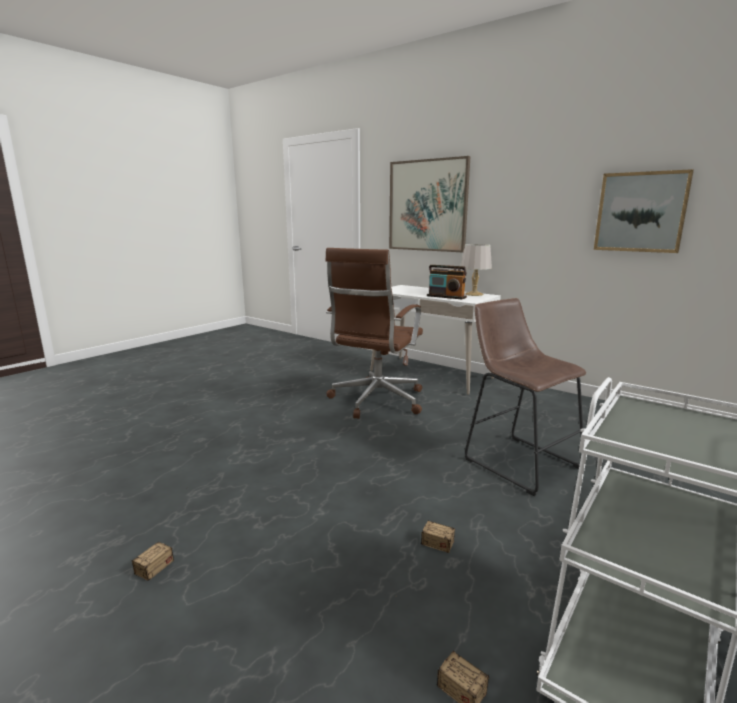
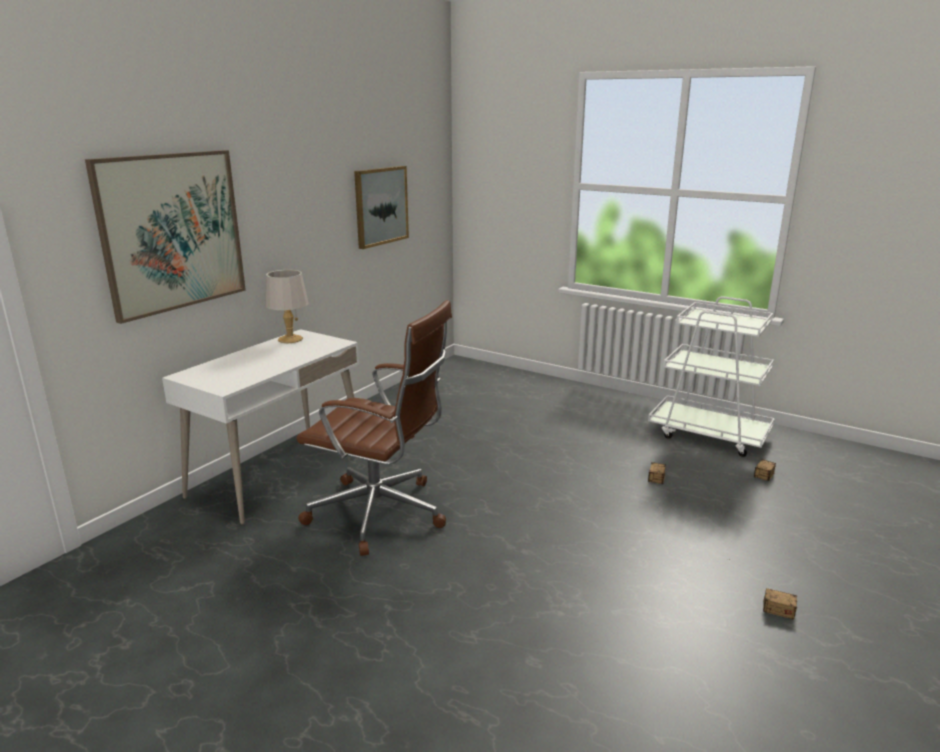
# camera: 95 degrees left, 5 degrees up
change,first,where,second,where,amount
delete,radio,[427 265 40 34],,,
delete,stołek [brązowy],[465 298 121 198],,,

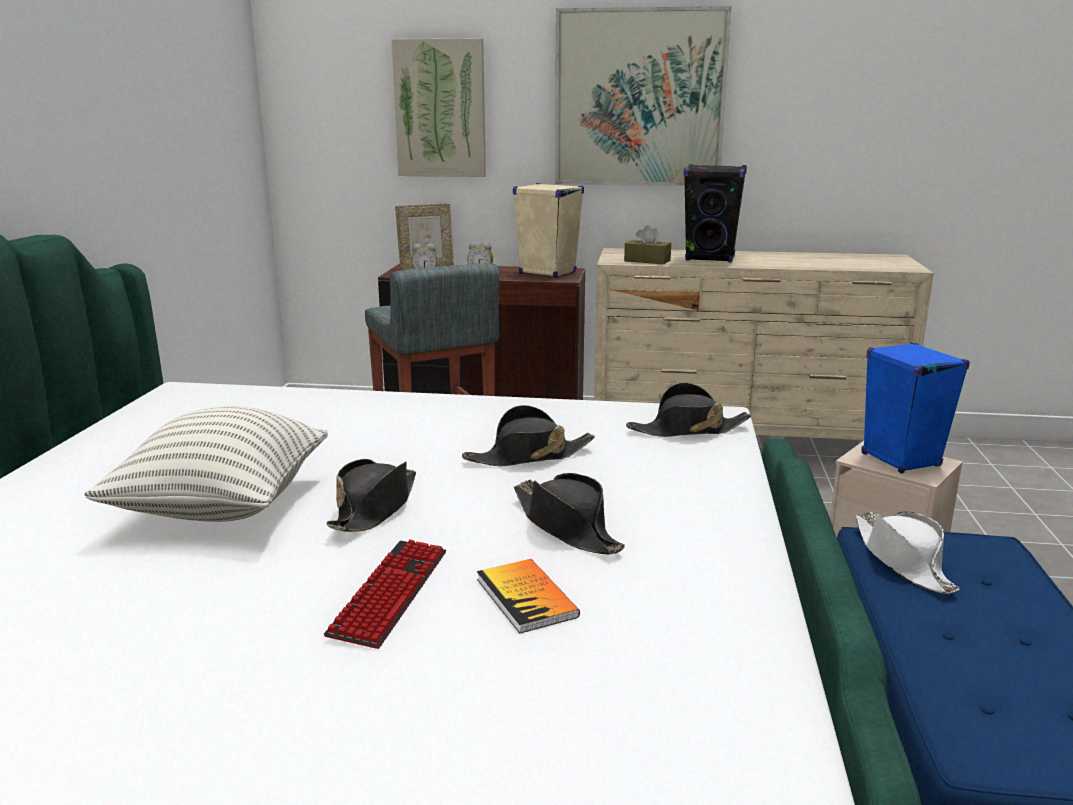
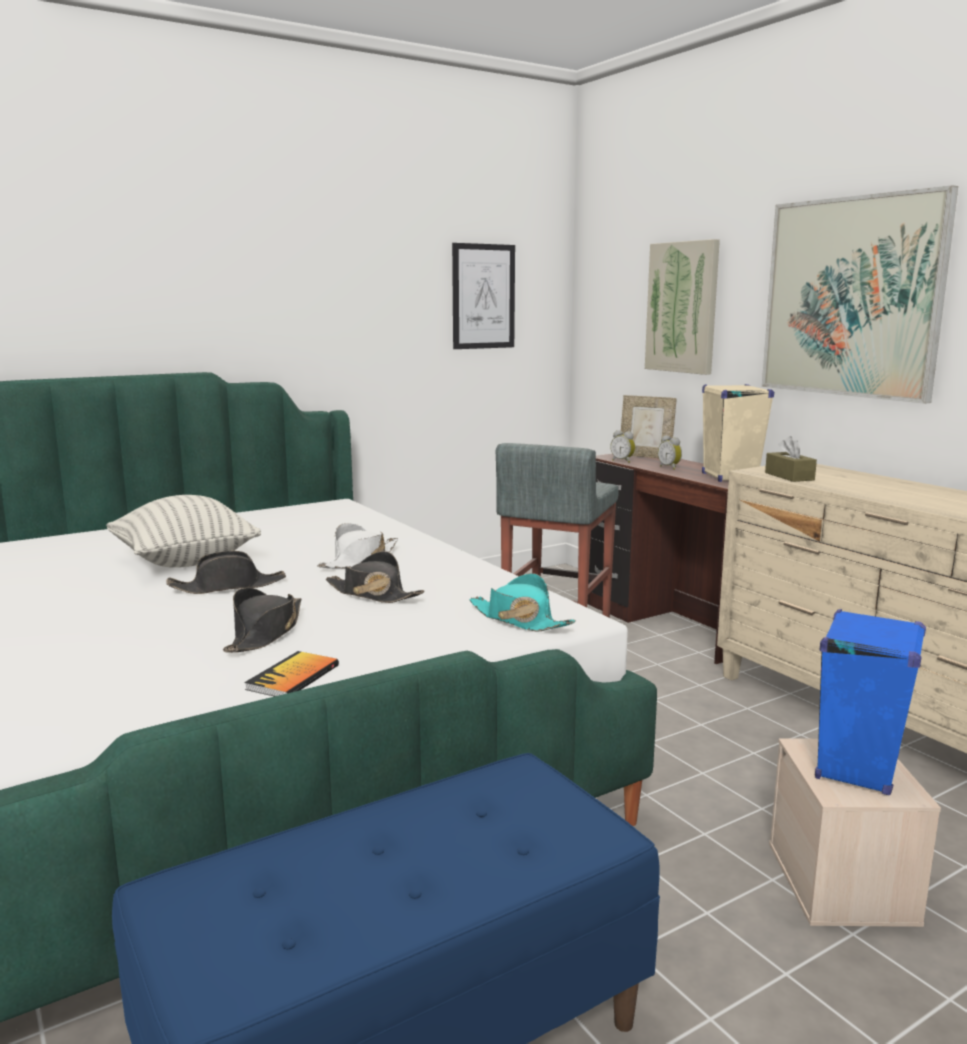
# camera: 50 degrees right, 5 degrees down
change,first,where,second,where,amount
delete,klawiatura,[324 539 122 110],,,
delete,głośnik [czarny],[684 164 63 99],,,
insert,,,obraz,[452 243 63 106],
move,książka,[477 559 103 75],,[244 651 95 46],
move,kapelusz [biały],[855 511 105 83],,[317 523 81 46],
recolor,kapelusz [czarny],[626 382 125 55],kapelusz [turkusowy],[470 573 106 59],

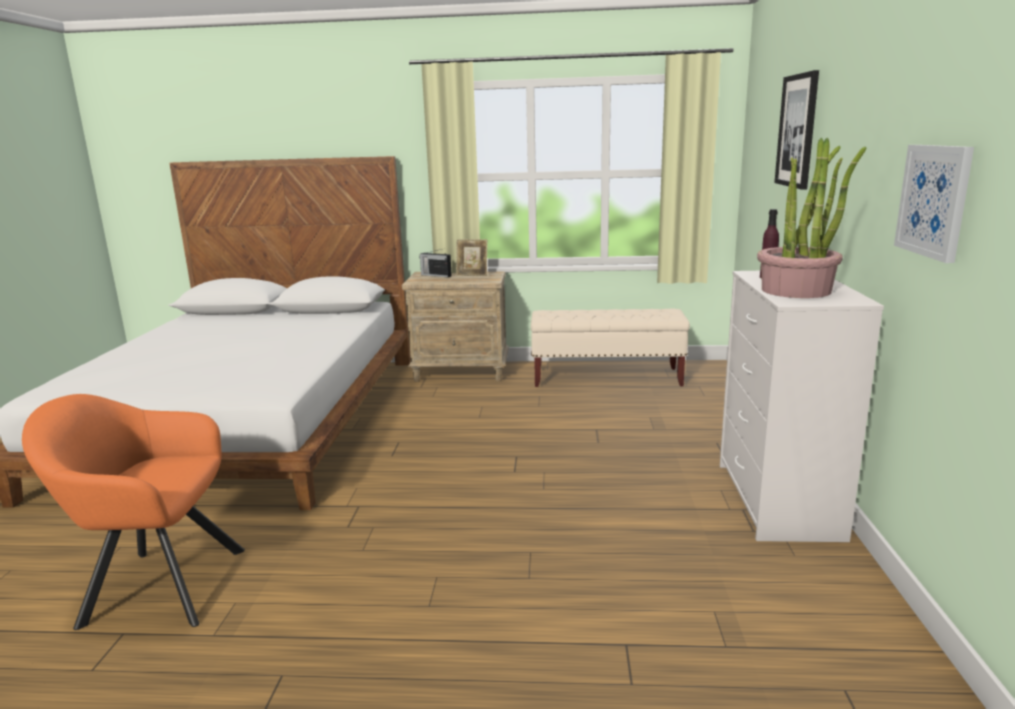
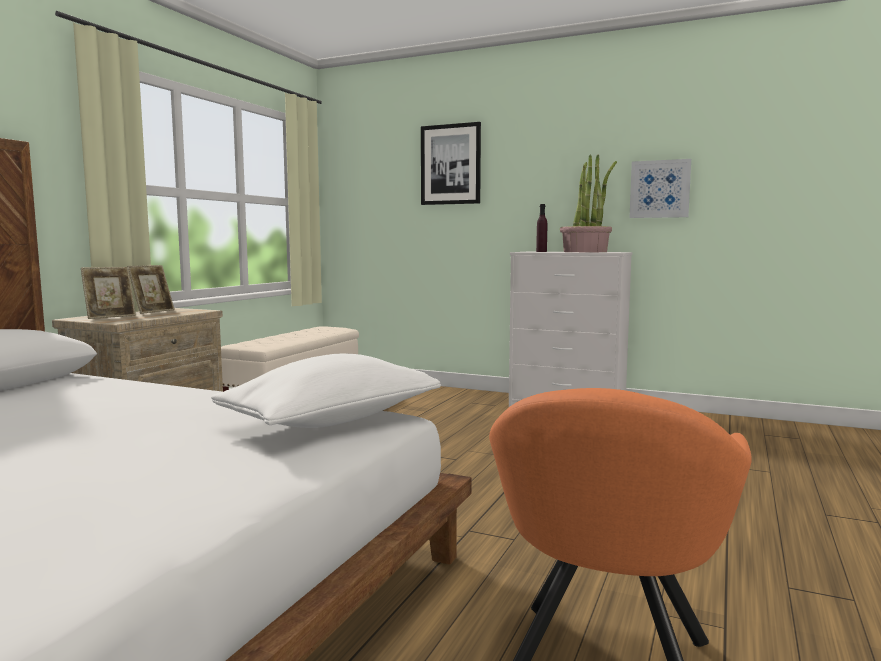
# camera: 70 degrees left, 10 degrees down
change,first,where,second,where,amount
insert,,,poduszka [biały],[211 354 230 74],
replace,radio,[420 249 32 28],ramka na zdjęcie,[81 267 55 52],

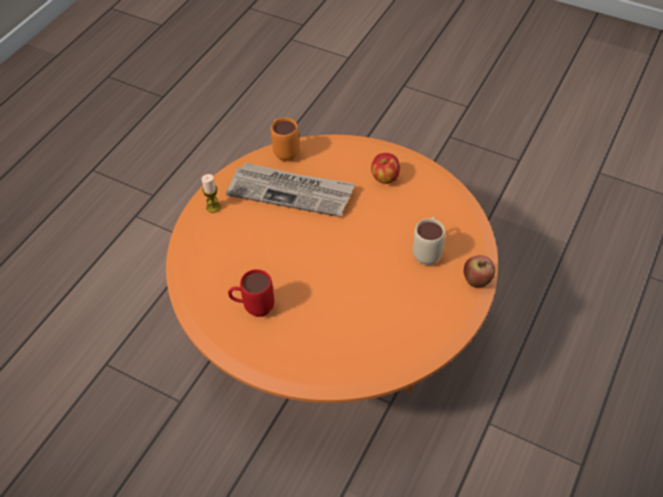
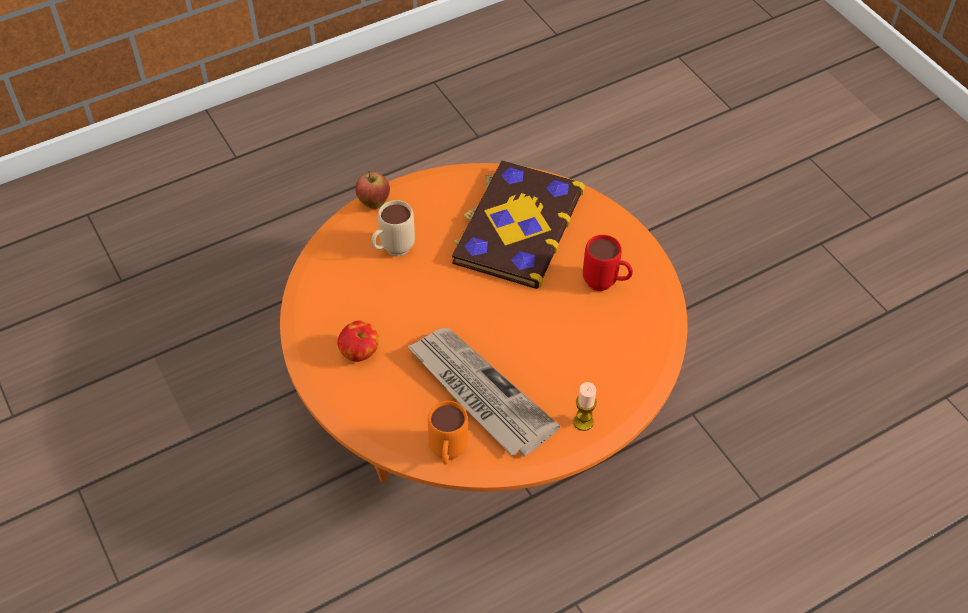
# camera: 150 degrees left, 0 degrees up
change,first,where,second,where,amount
insert,,,książka,[452 160 133 129],

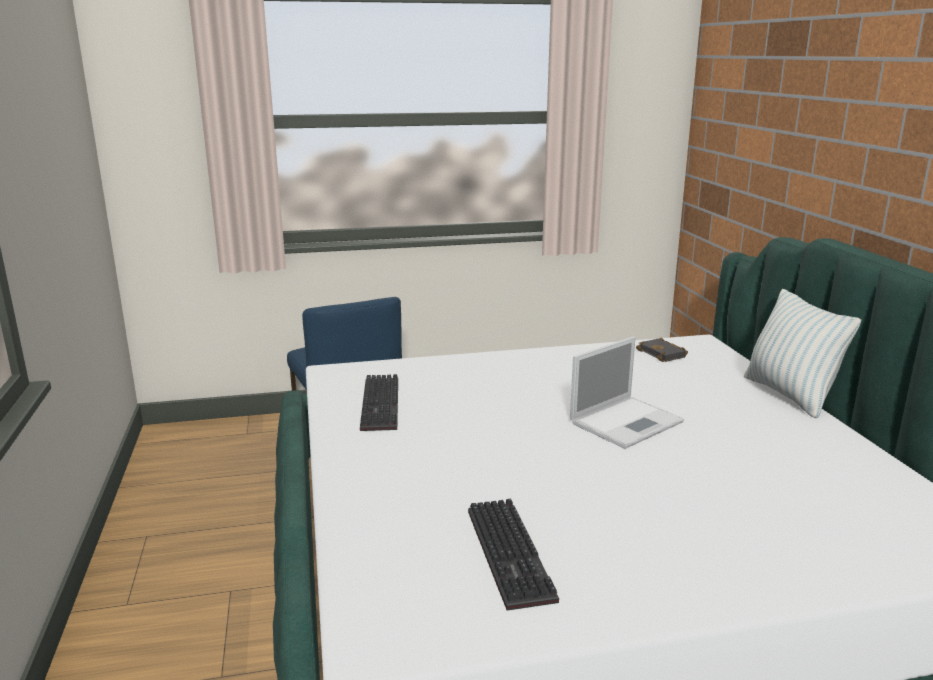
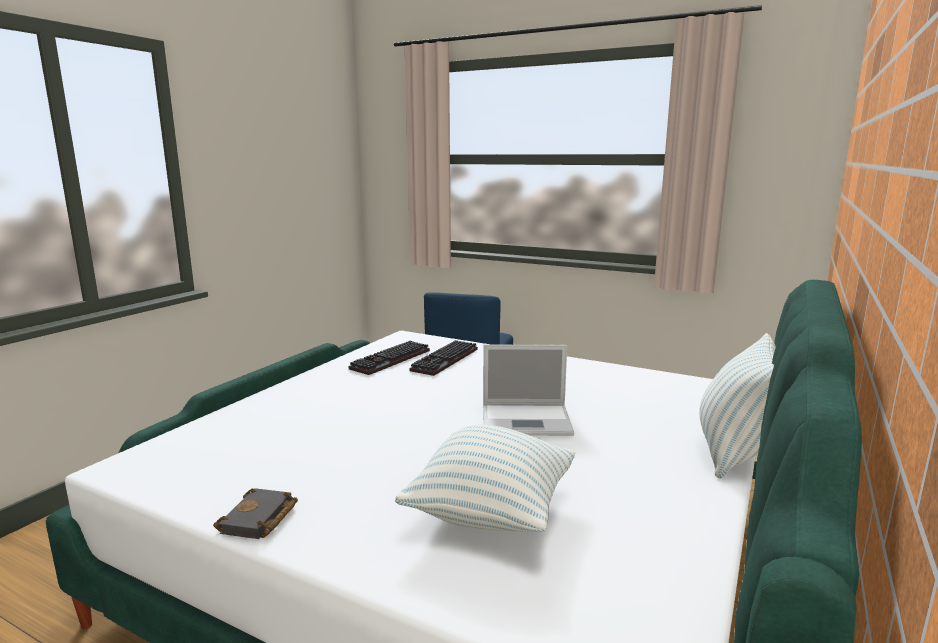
# camera: 40 degrees right, 5 degrees down
change,first,where,second,where,amount
insert,,,poduszka,[395 424 181 108],
move,klawiatura,[468 498 91 113],,[410 340 68 36],
move,książka [czarny],[636 338 52 24],,[213 488 85 51],

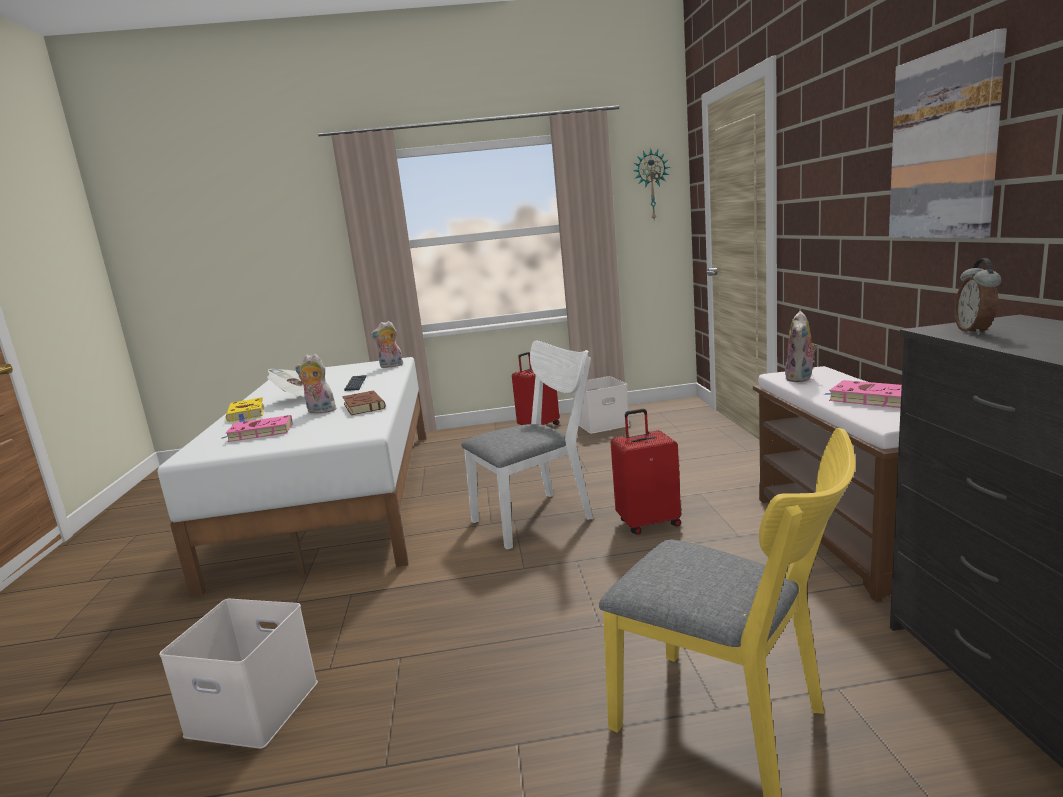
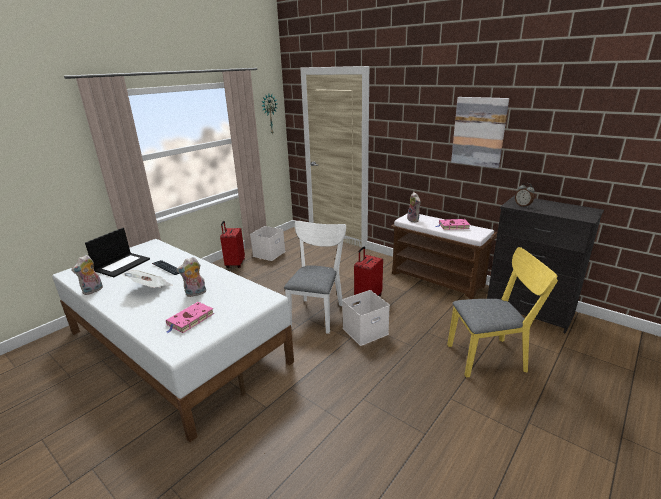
# camera: 45 degrees left, 10 degrees up
change,first,where,second,where,amount
delete,książka [żółty],[226 397 38 25],,,
delete,książka [brązowy],[342 390 44 25],,,
insert,,,laptop,[85 228 65 49],
move,pojemnik do przechowywania [biały],[159 599 159 150],,[342 290 48 56],
move,pluszak,[370 321 33 47],,[71 255 32 40],

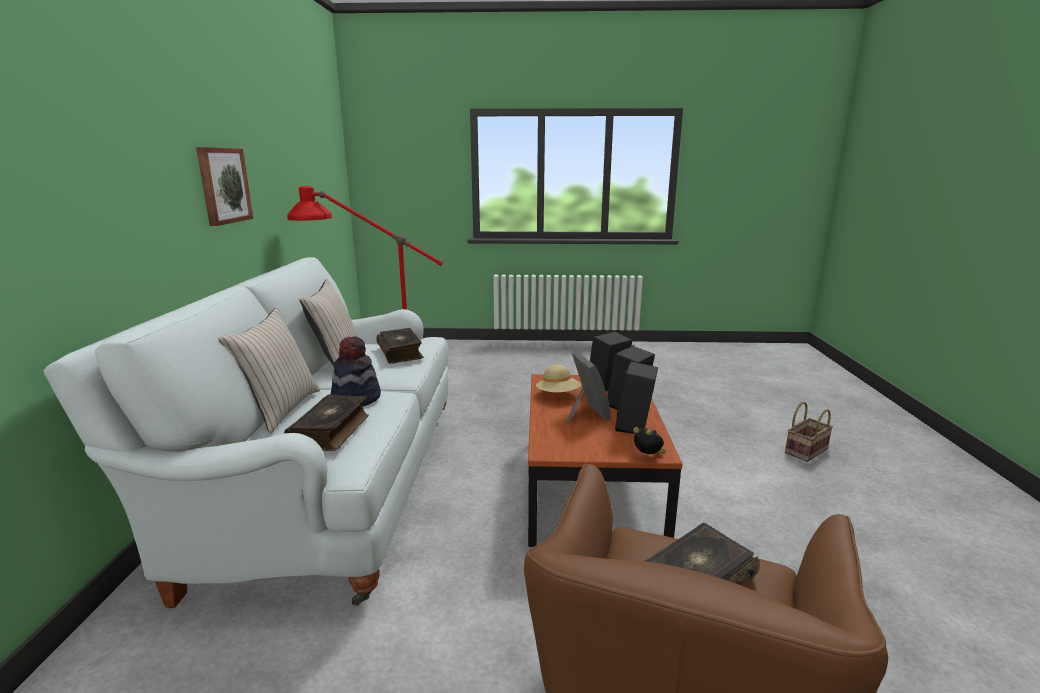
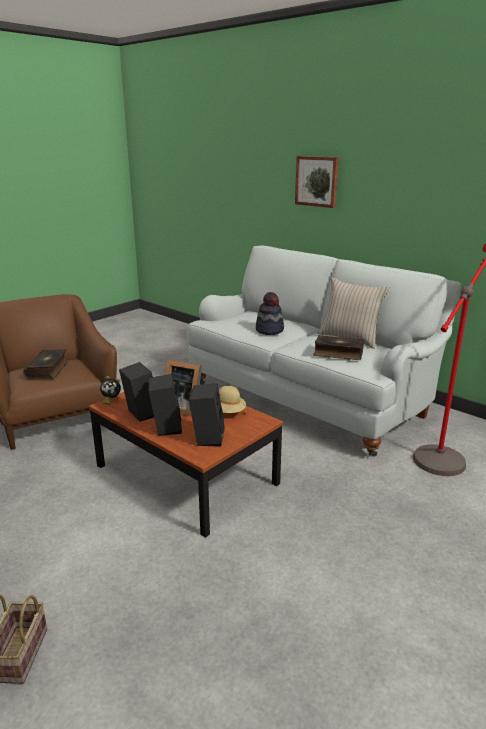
# camera: 130 degrees right, 5 degrees up
change,first,where,second,where,amount
delete,poduszka [beżowy],[218 307 102 127],,,
delete,książka,[284 394 85 57],,,
move,obraz,[196 147 57 79],,[295 156 44 52],

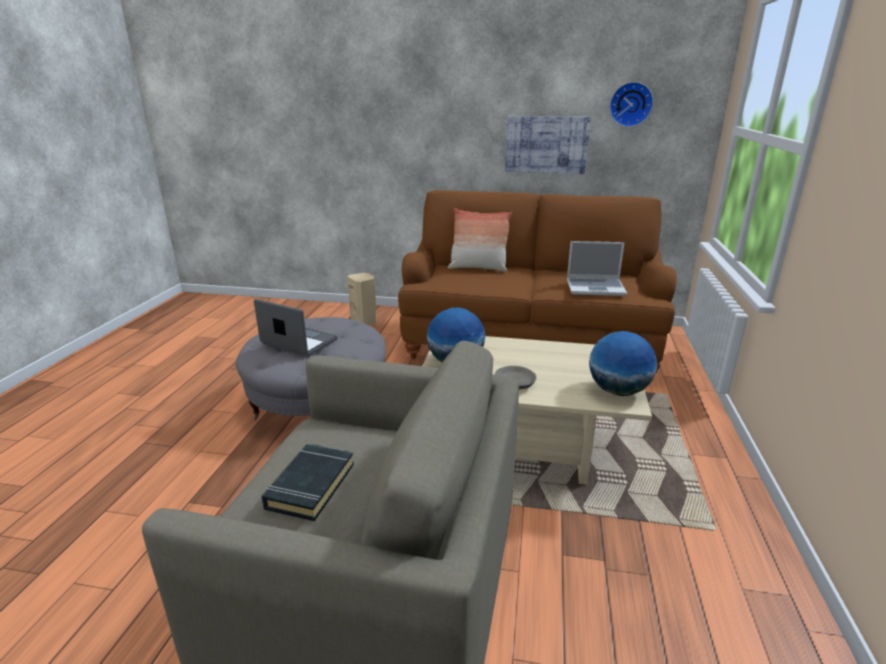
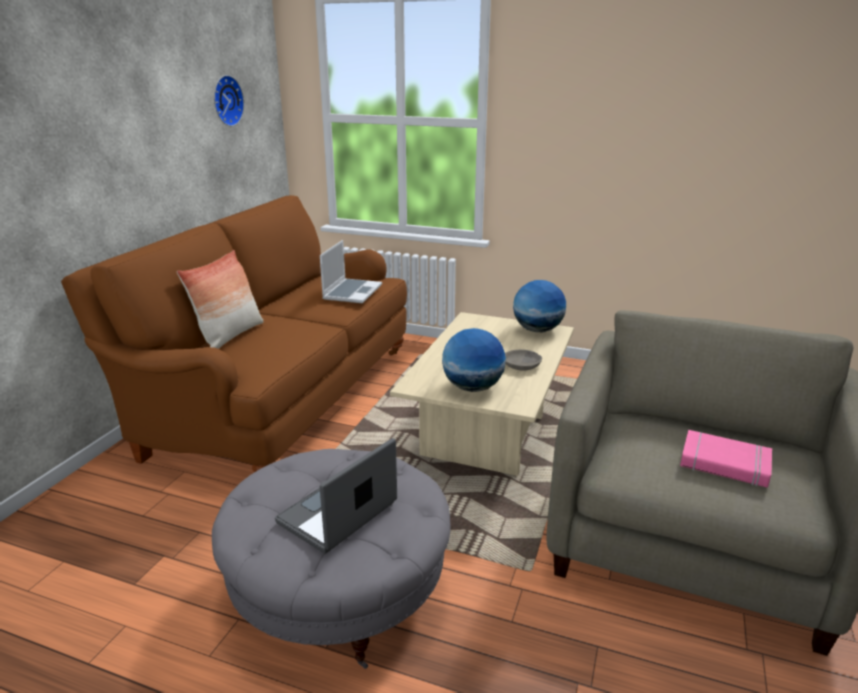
# camera: 80 degrees left, 0 degrees up
change,first,where,second,where,amount
delete,głośnik [beżowy],[347 273 30 52],,,
delete,obraz,[505 116 86 58],,,
recolor,książka [czarny],[261 444 93 77],książka [różowy],[680 430 92 58],

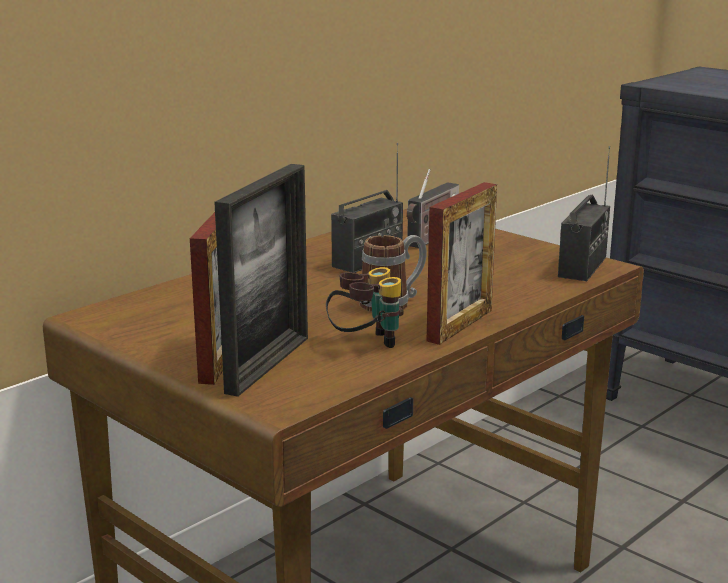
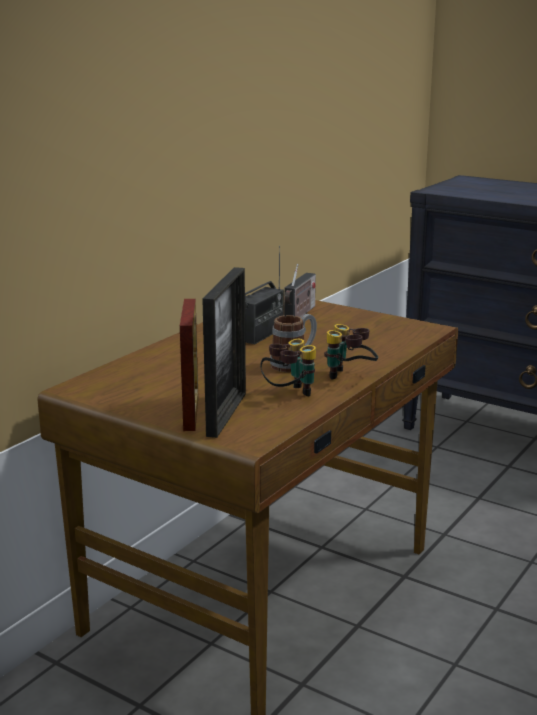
# camera: 10 degrees left, 0 degrees up
change,first,where,second,where,amount
delete,radio,[558 146 52 135],,,
replace,ramka na zdjęcie,[427 182 70 163],lornetka,[324 324 55 56],

